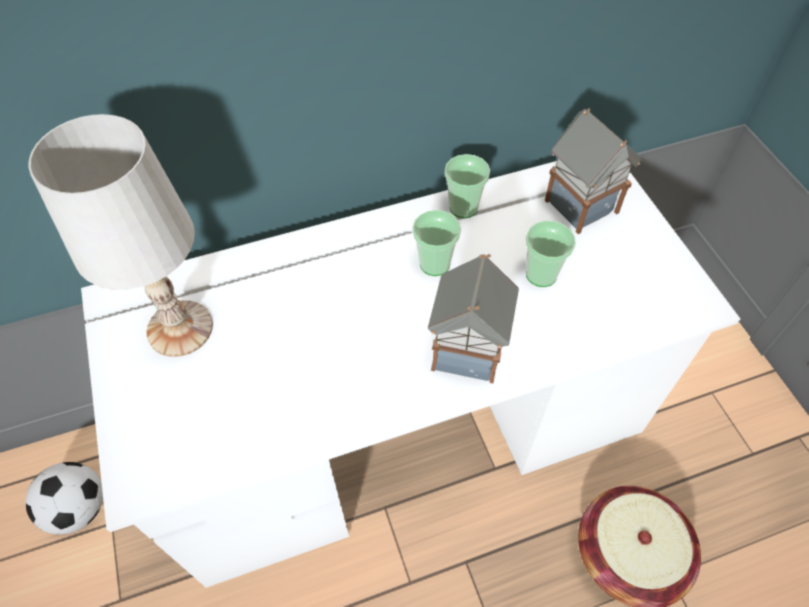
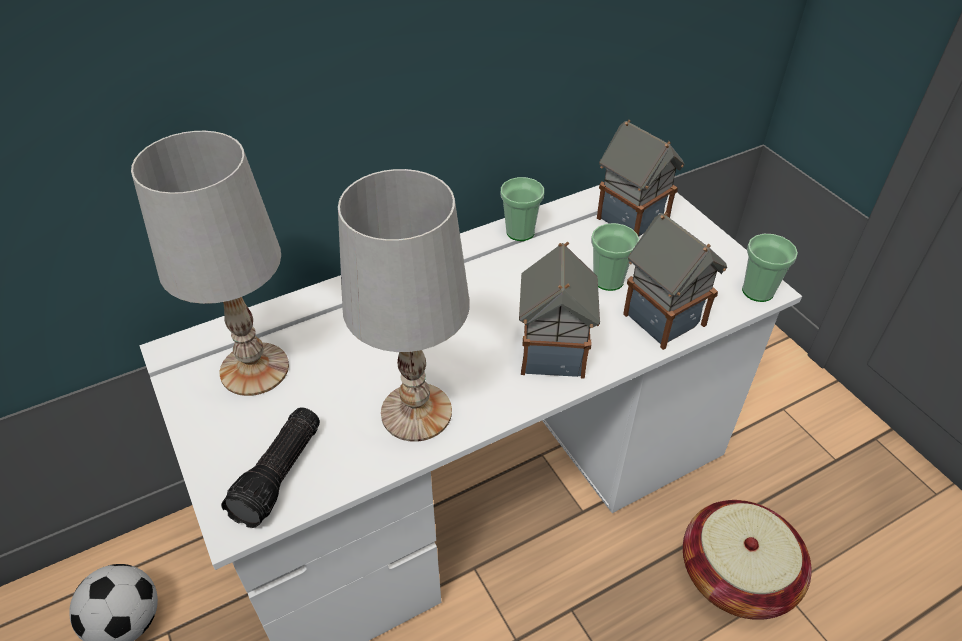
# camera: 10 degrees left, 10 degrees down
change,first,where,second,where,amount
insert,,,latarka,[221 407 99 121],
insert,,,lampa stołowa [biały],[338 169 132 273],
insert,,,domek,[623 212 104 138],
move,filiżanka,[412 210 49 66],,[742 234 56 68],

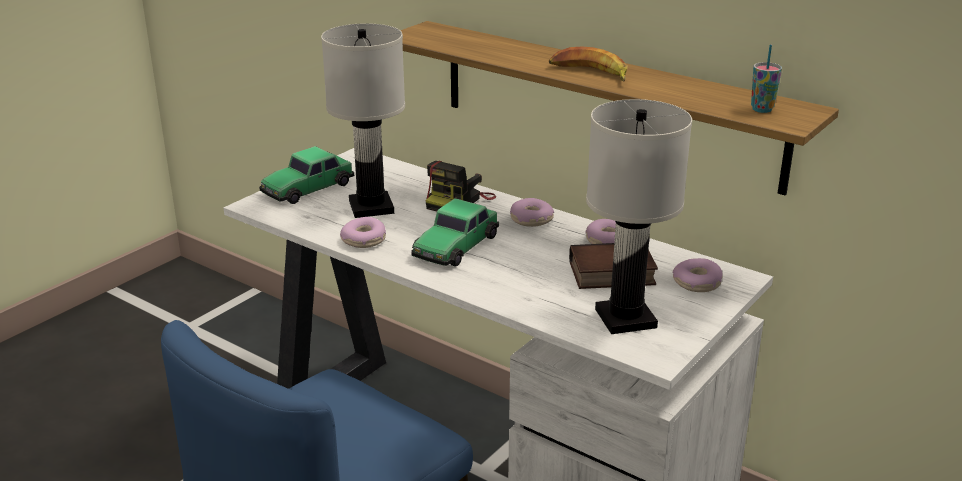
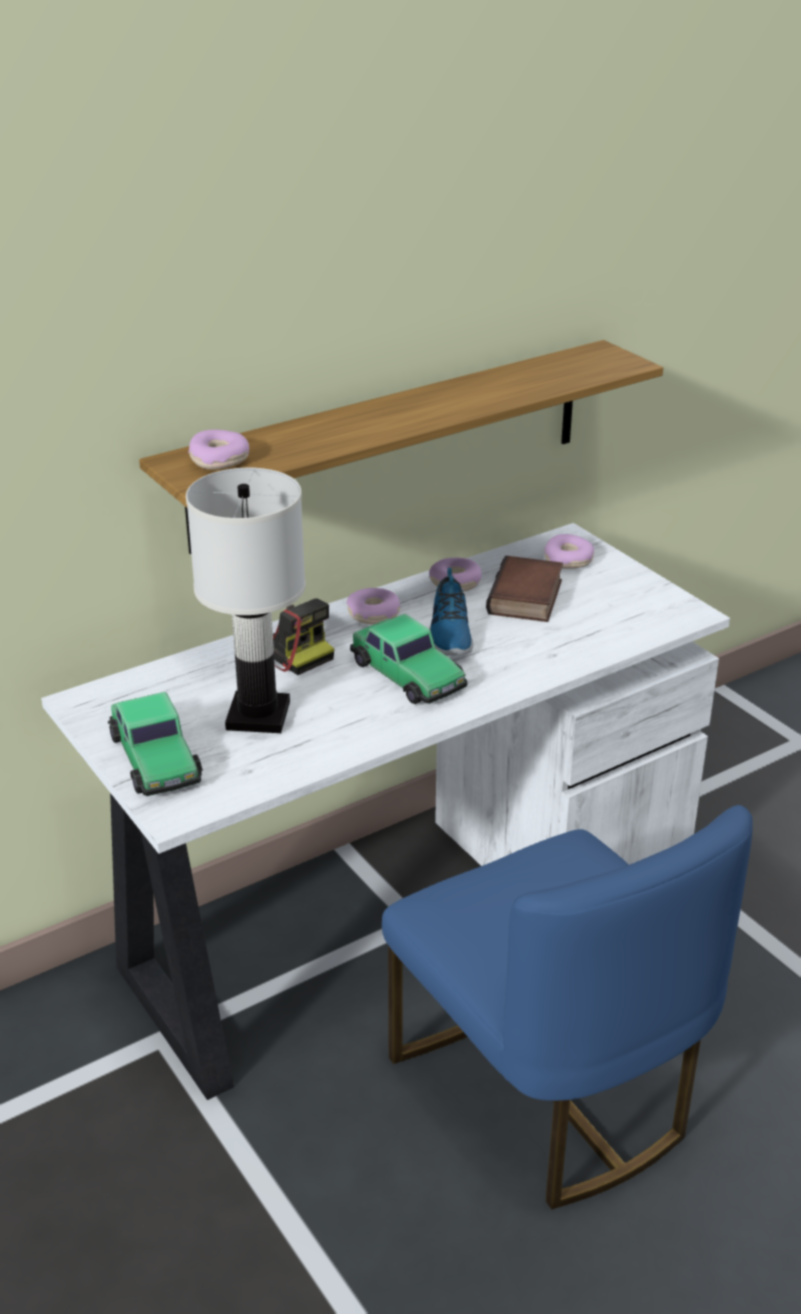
# camera: 70 degrees left, 5 degrees up
change,first,where,second,where,amount
delete,banan,[549 47 78 34],,,
delete,lampa stołowa [biały],[586 99 106 235],,,
delete,filiżanka,[751 45 31 68],,,
insert,,,but,[429 568 44 88],
move,donut,[340 217 46 31],,[188 430 61 40],

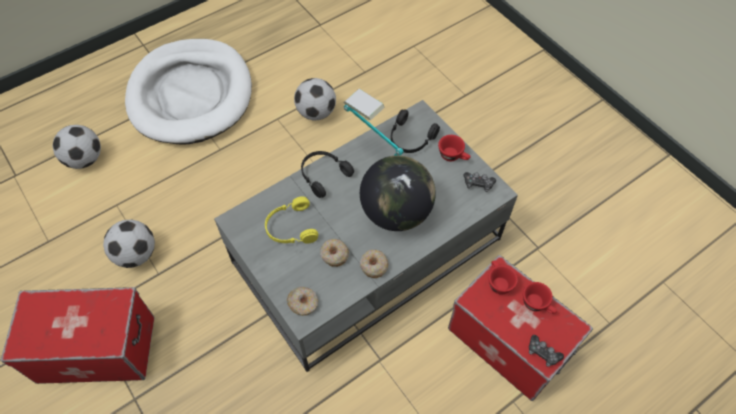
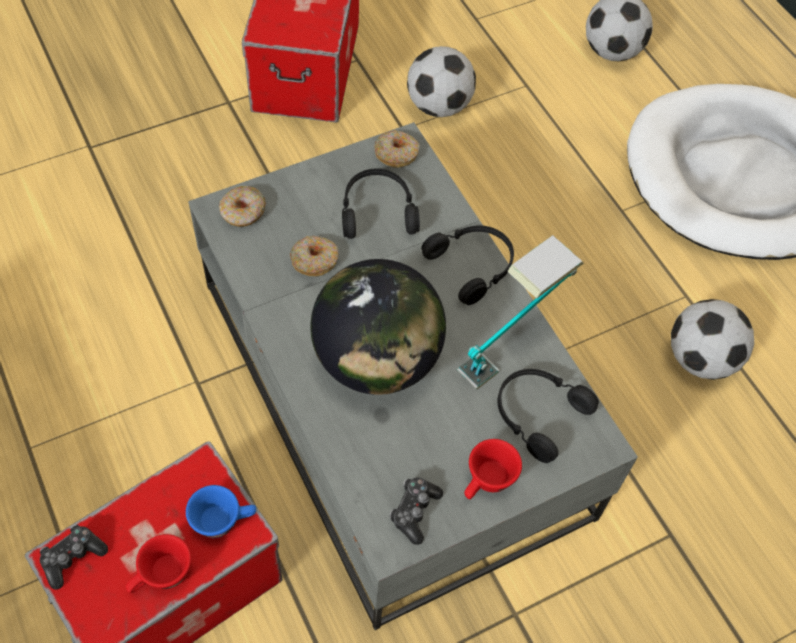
# camera: 95 degrees right, 0 degrees up
change,first,where,second,where,amount
move,donut,[360 250 28 28],,[375 130 45 38],
recolor,słuchawki [żółty],[265 196 53 48],słuchawki [czarny],[342 169 78 70],
recolor,filiżanka [czerwony],[488 261 30 34],filiżanka [niebieski],[186 485 70 53],

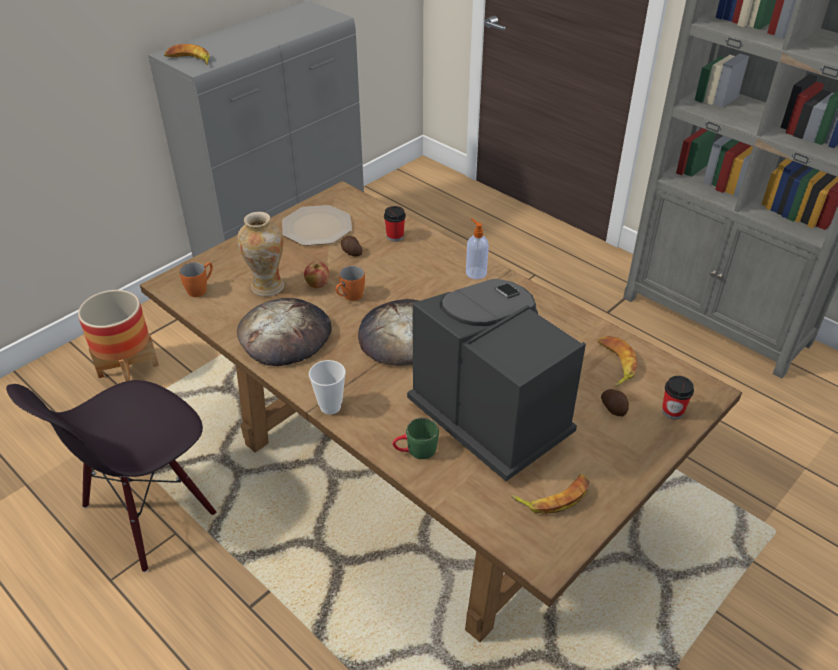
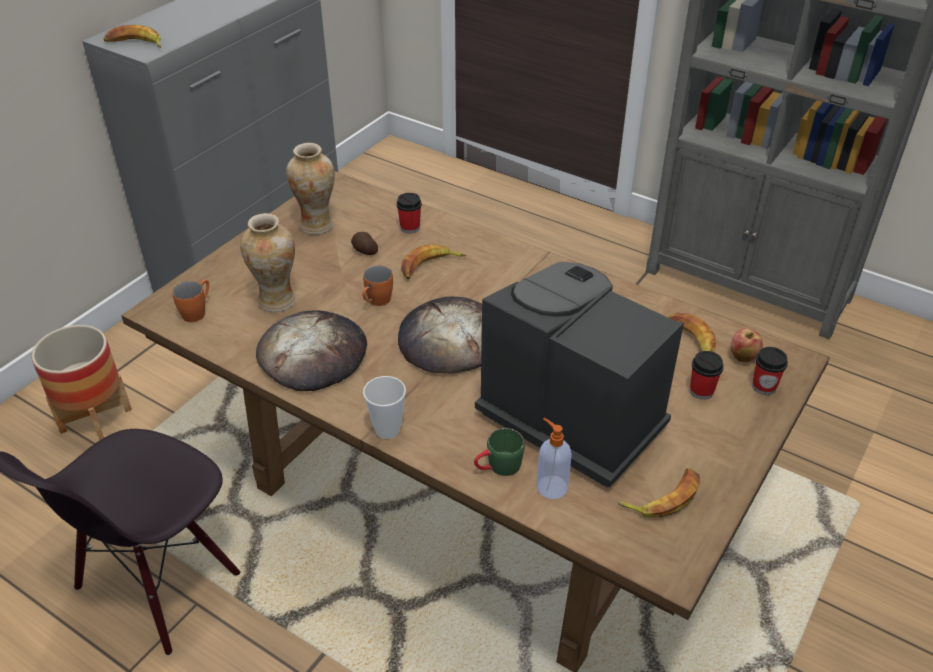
# camera: 10 degrees left, 0 degrees up
change,first,where,second,where,amount
insert,,,banan,[401 244 65 35],
move,jabłko,[304 261 25 27],,[731 329 32 33],
move,dozownik mydła,[466 218 23 61],,[537 418 35 81],
replace,talerz,[282 205 70 41],wazon,[286 143 49 92],
replace,ziemniak,[601 389 28 27],filiżanka,[690 351 34 49],

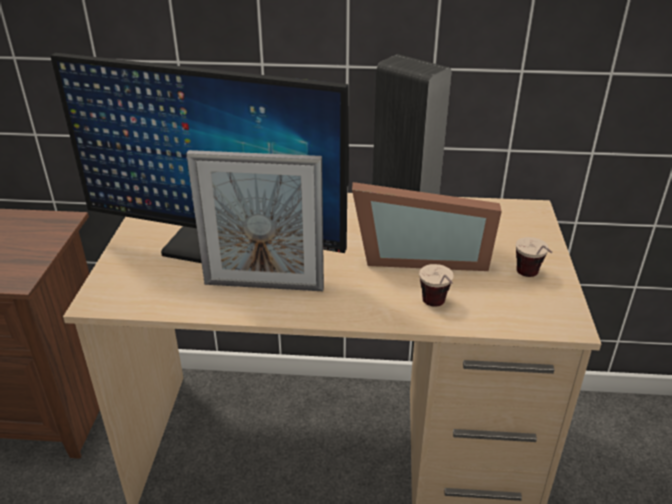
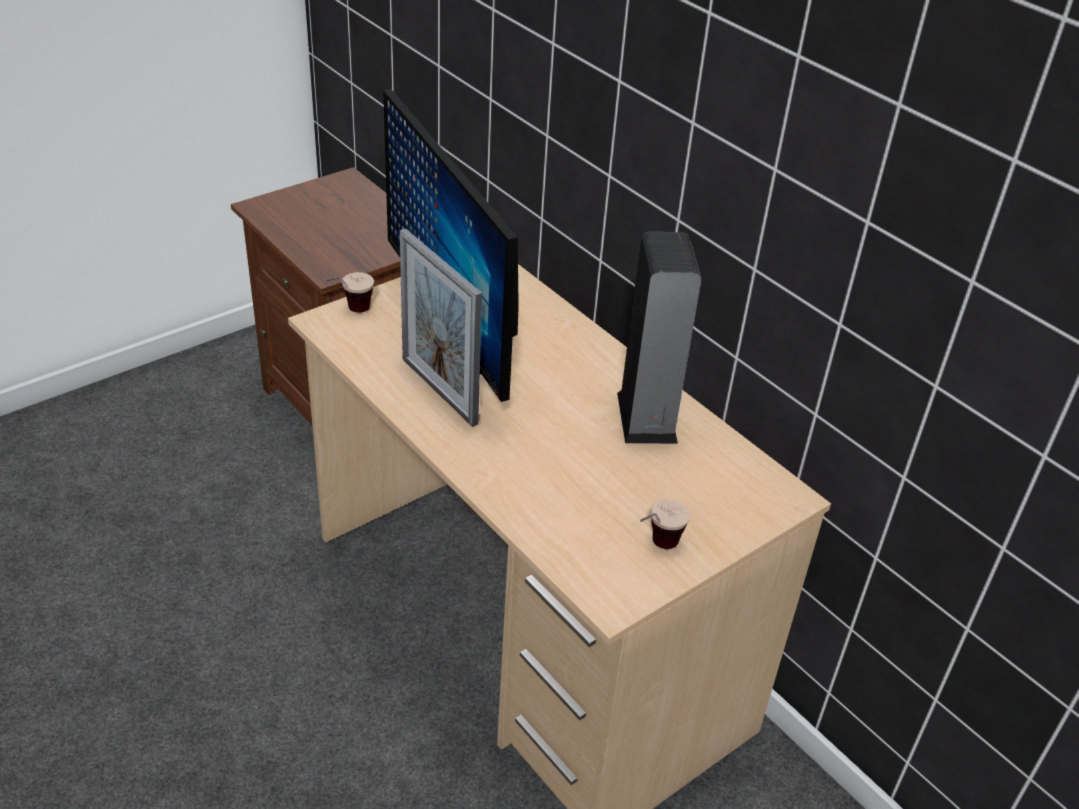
# camera: 45 degrees right, 5 degrees up
change,first,where,second,where,amount
delete,ramka na zdjęcie,[352 182 150 89],,,
move,filiżanka,[419 264 35 43],,[325 272 49 41],

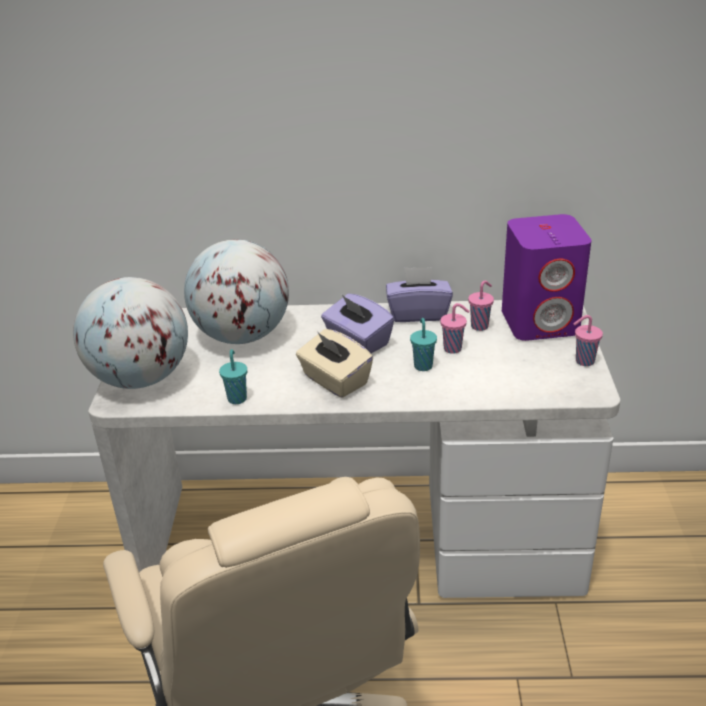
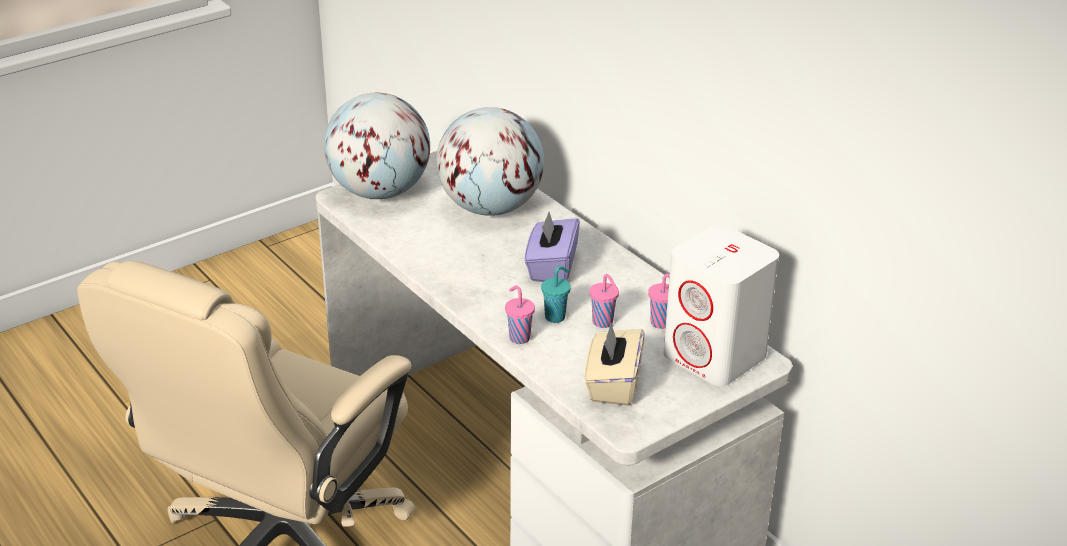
# camera: 50 degrees right, 0 degrees up
change,first,where,second,where,amount
delete,filiżanka [turkusowy],[219 349 28 55],,,
delete,pudełko chusteczek [fioletowy],[386 267 67 55],,,
move,pudełko chusteczek [beżowy],[296 329 77 69],,[585 323 60 83],
move,filiżanka [różowy],[573 315 30 51],,[505 286 30 58],
recolor,głośnik [fioletowy],[502 214 89 127],głośnik [biały],[664 225 115 161],

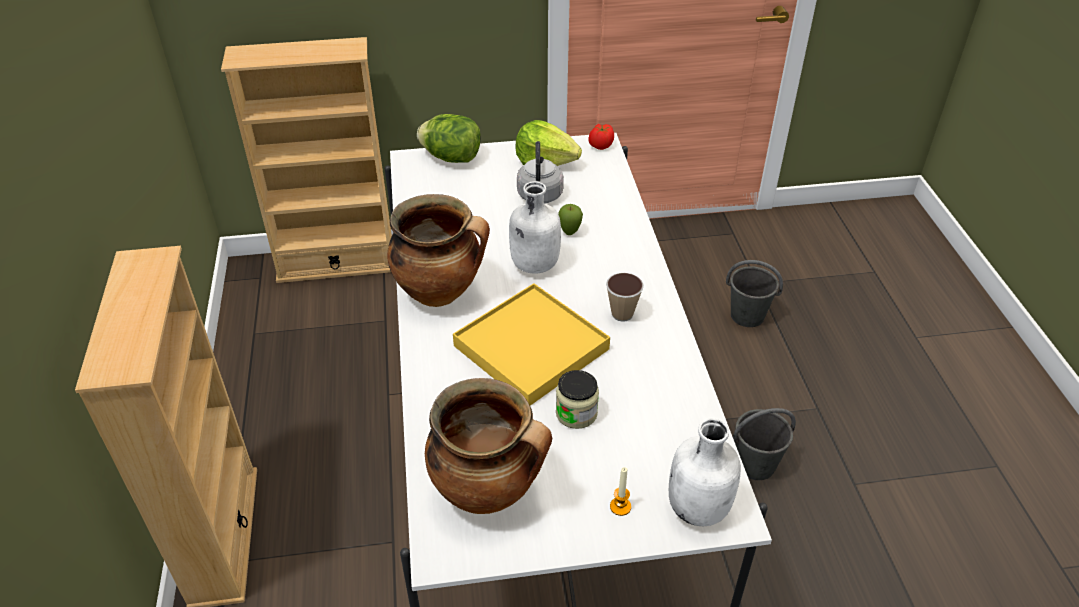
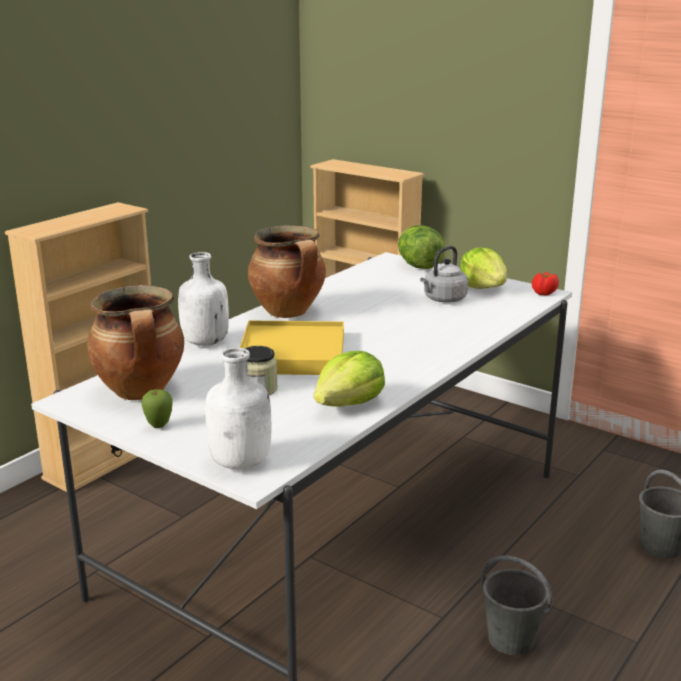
# camera: 45 degrees right, 20 degrees down
change,first,where,second,where,amount
delete,filiżanka,[606 273 38 49],,,
delete,świeca,[610 467 21 49],,,
insert,,,sałata,[314 351 71 56],
move,butelka [biały],[509 181 52 93],,[178 252 51 94],
move,jabłko,[558 204 25 31],,[141 389 32 39],

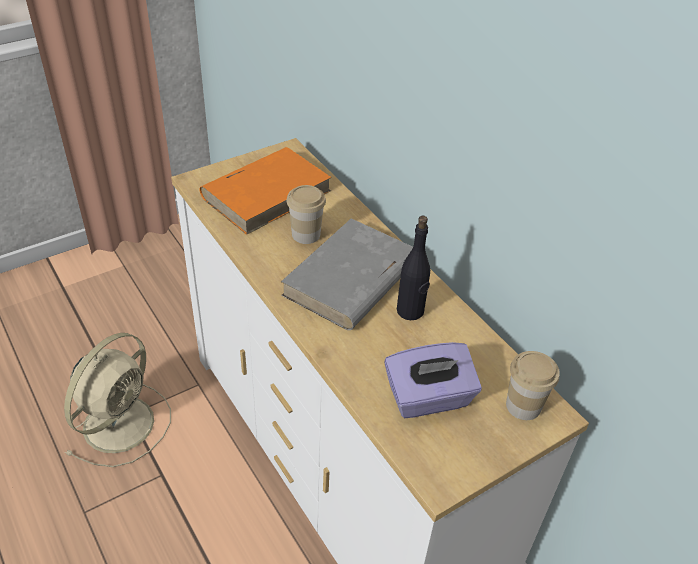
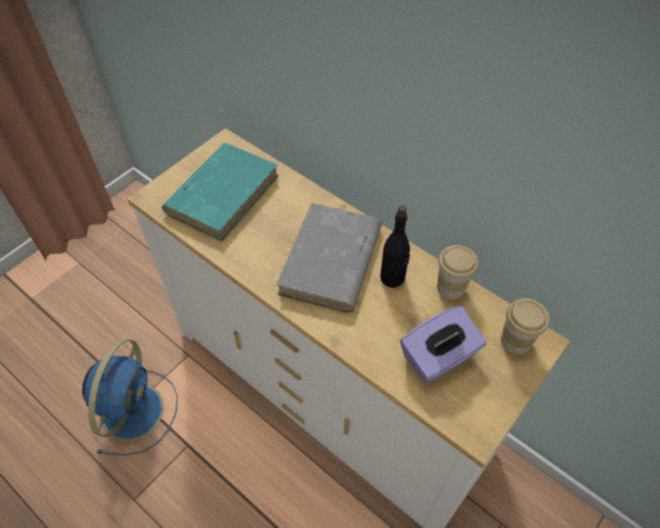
# camera: 15 degrees left, 10 degrees up
change,first,where,second,where,amount
move,filiżanka,[287 185 39 59],,[437 245 41 54],
recolor,wentylator [beżowy],[64 333 107 134],wentylator [niebieski],[82 339 96 117],
recolor,książka [pomarańczowy],[200 147 132 88],książka [turkusowy],[162 143 117 98],

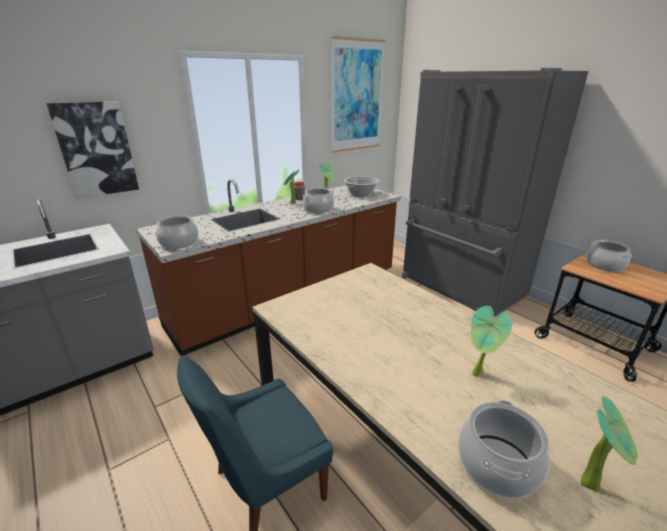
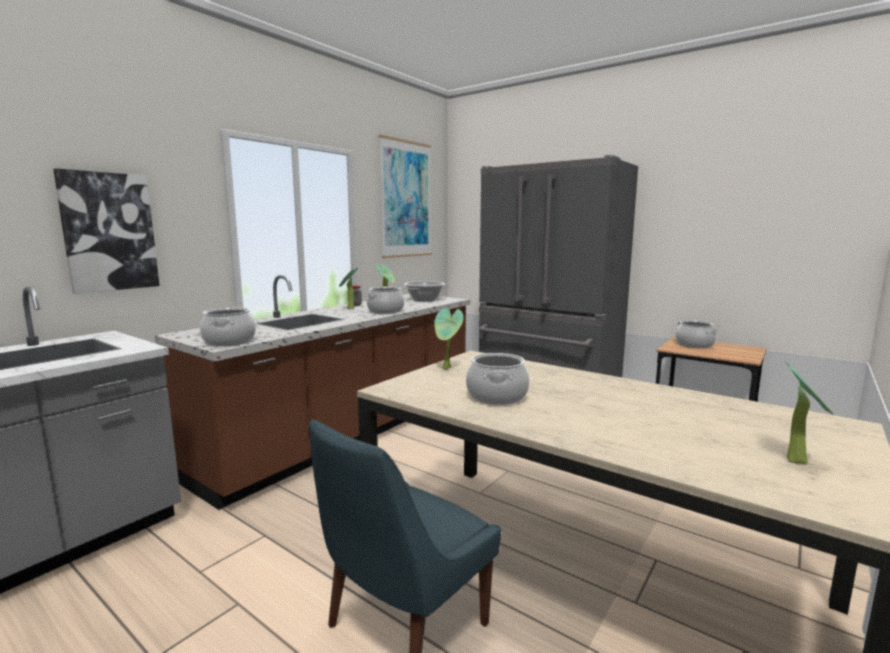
# camera: 15 degrees left, 15 degrees down
change,first,where,second,where,amount
move,garnek,[458 400 92 98],,[466 353 63 52],
move,roślina doniczkowa,[471 306 41 70],,[434 308 29 62],

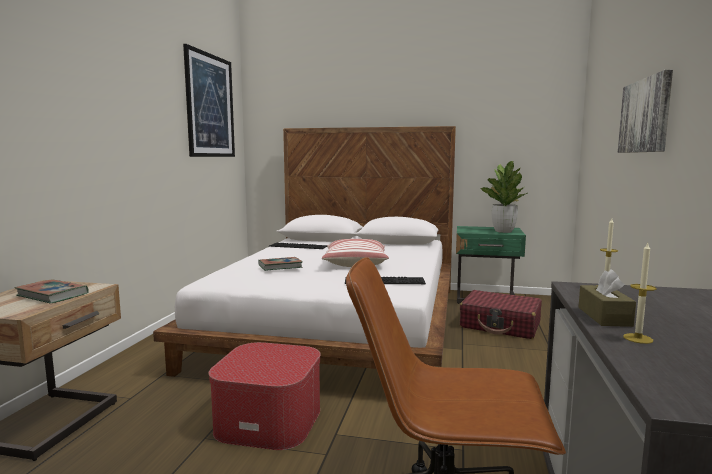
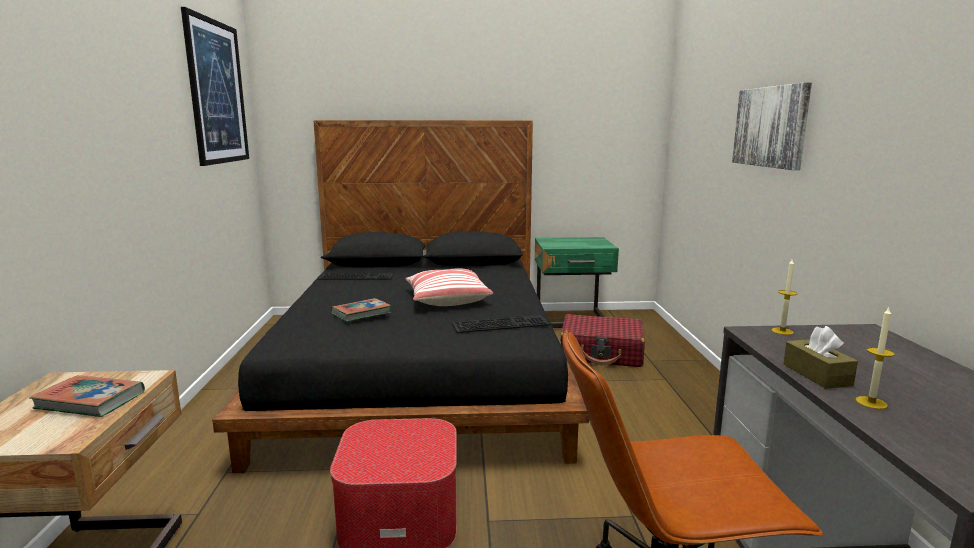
# camera: 15 degrees left, 5 degrees up
change,first,where,second,where,amount
delete,roślina doniczkowa,[481 161 46 72],,,
recolor,łóżko [biały],[153 126 303 251],łóżko [czarny],[212 120 377 353],

